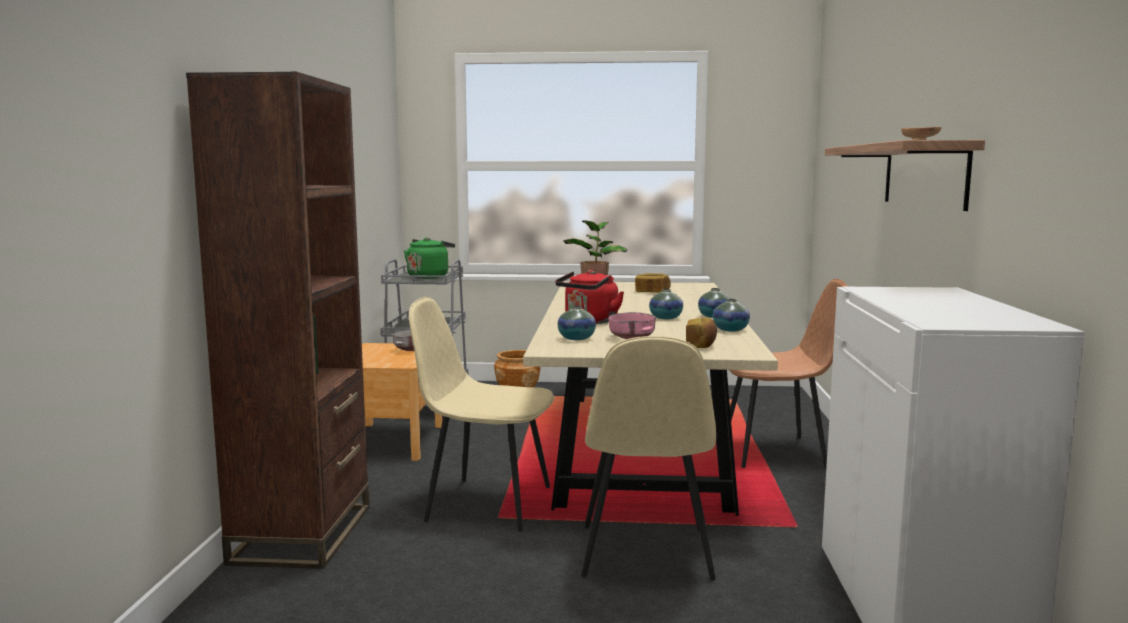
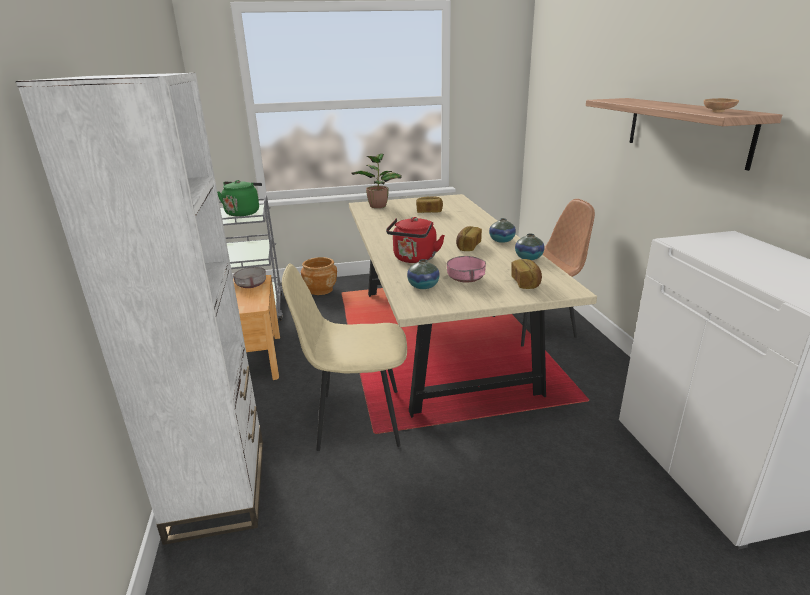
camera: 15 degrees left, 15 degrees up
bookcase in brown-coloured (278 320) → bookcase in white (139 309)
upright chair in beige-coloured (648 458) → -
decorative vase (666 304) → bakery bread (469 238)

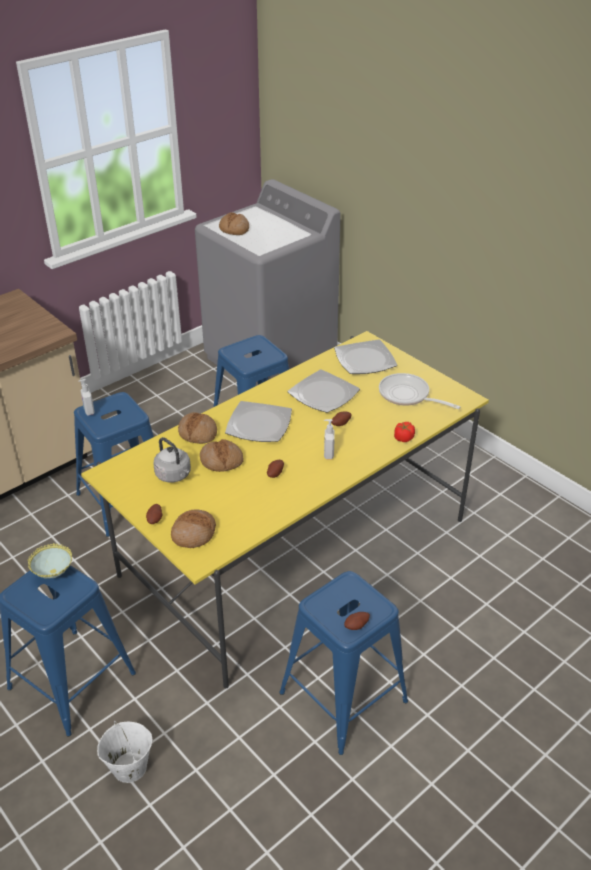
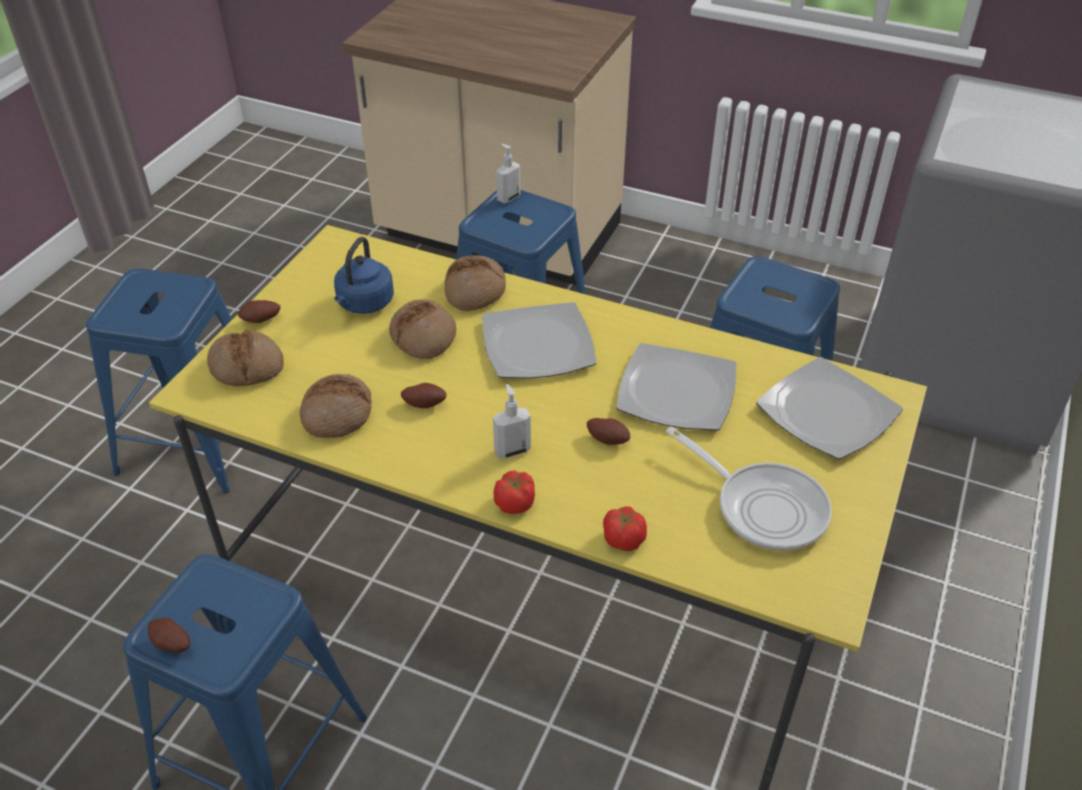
camera: 65 degrees right, 5 degrees up
serving bowl (50 561) → -
pail in white (124 752) → -
water kettle in grey (172 459) → water kettle in bluish (364 275)
bakery bread (234 223) → bakery bread (336 406), relocated
frying pan (419 391) → frying pan (749 488), 120 degrees clockwise
- → fresh tomato (514 492)

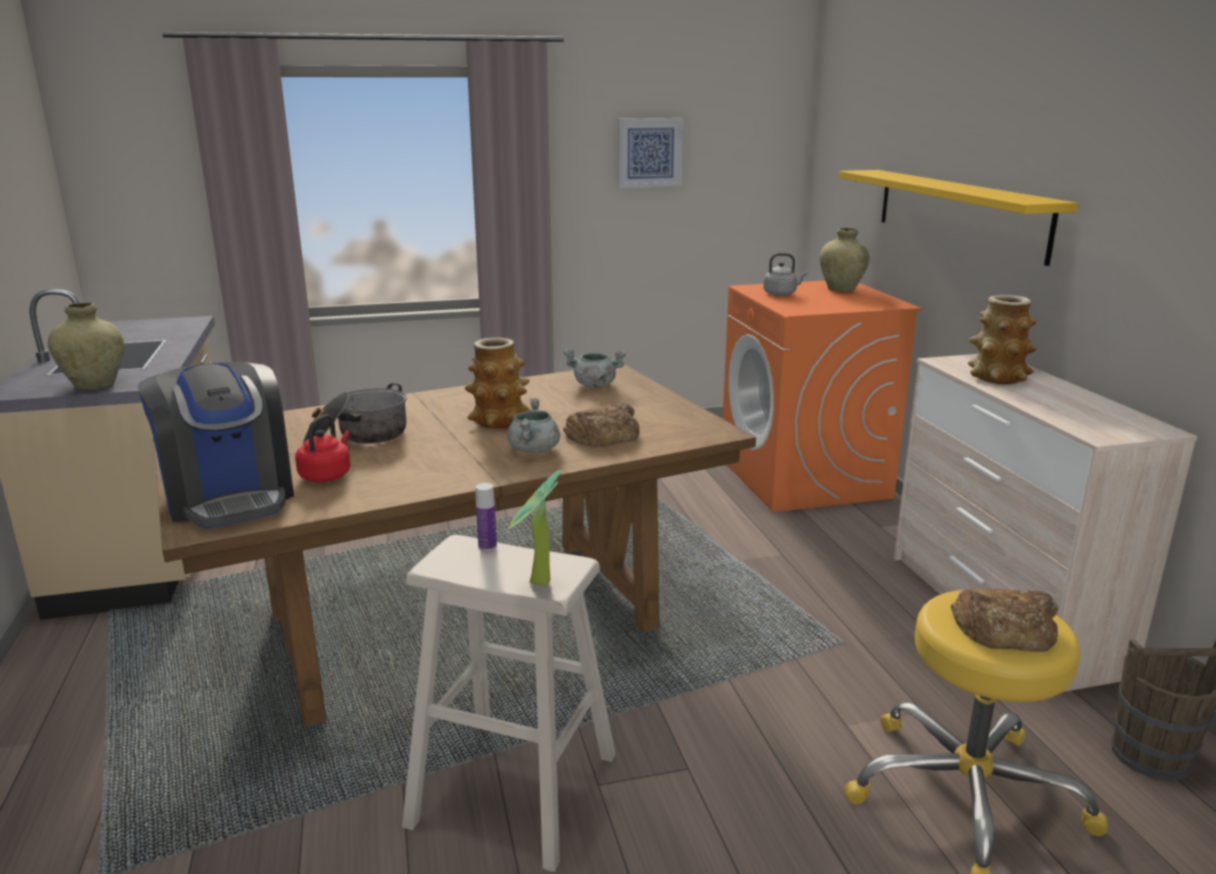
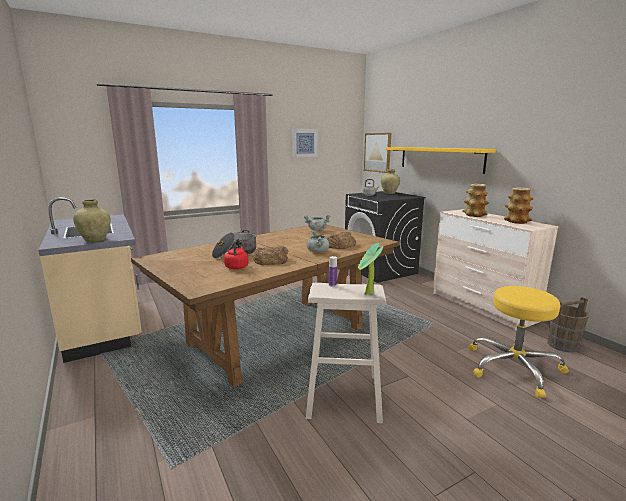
camera: 15 degrees left, 5 degrees down
coffee machine (216 445) → -
decorative vase (498 383) → decorative vase (518 206), relocated
laundry appliance in orange-coloured (822 396) → laundry appliance in blackish (385 237)
bakery bread (1004 620) → bakery bread (270 255), relocated
- → picture (377 153)

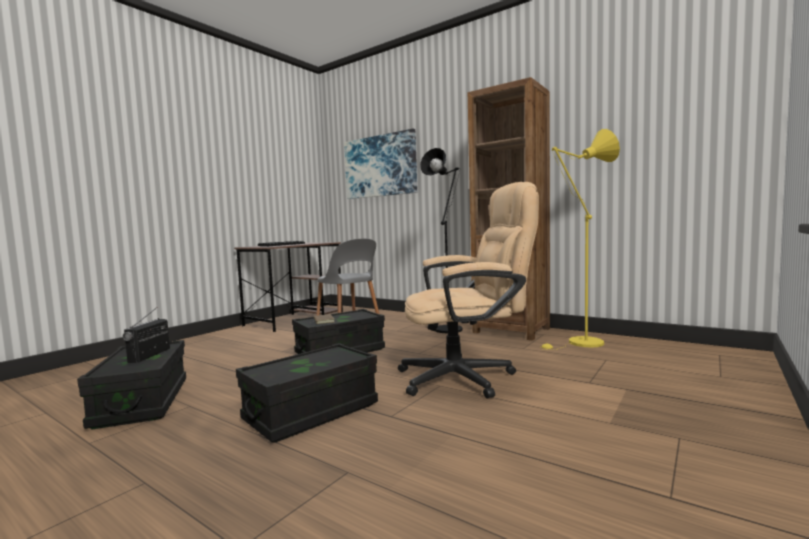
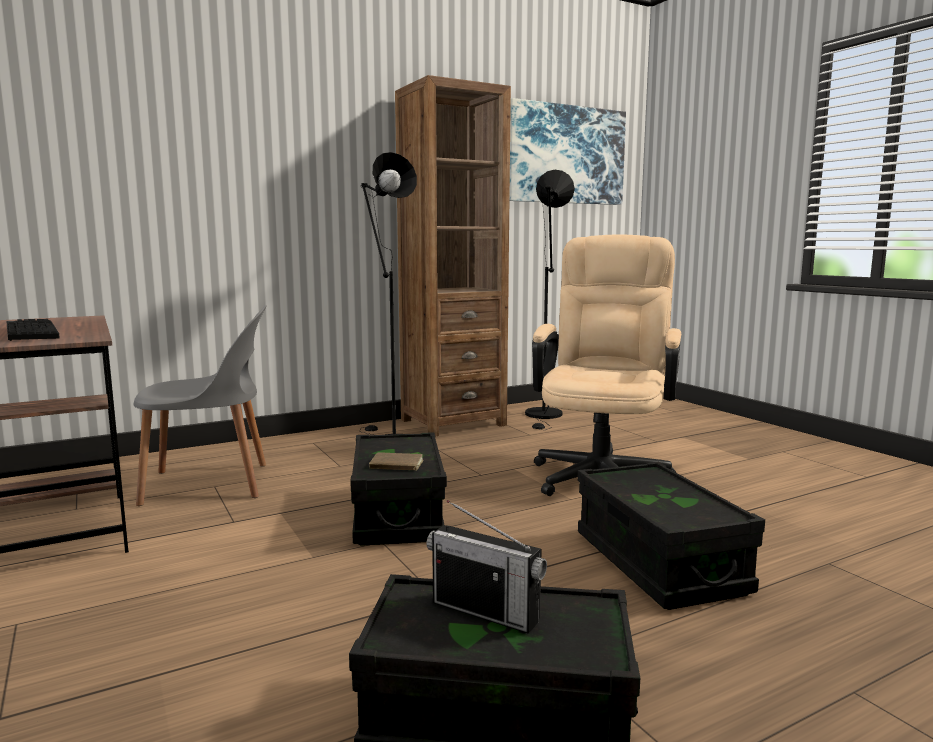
camera: 65 degrees left, 5 degrees up
picture (380 164) → picture (567 151), relocated
standing lamp in yellowish (580 239) → standing lamp in blackish (550 300)

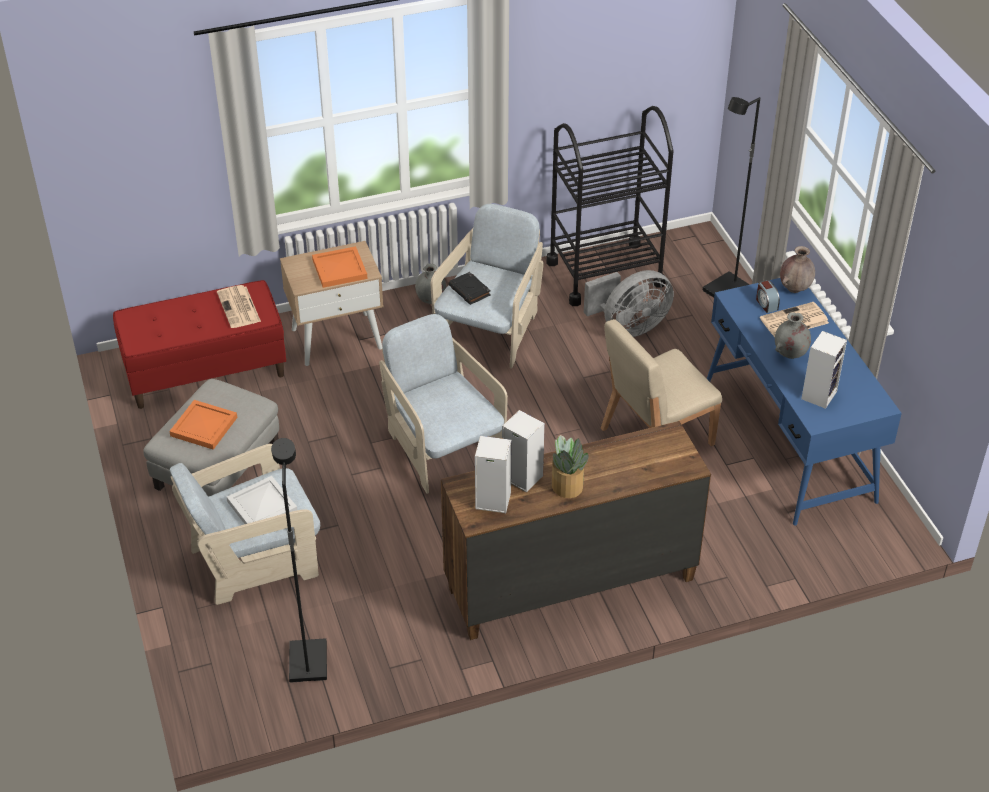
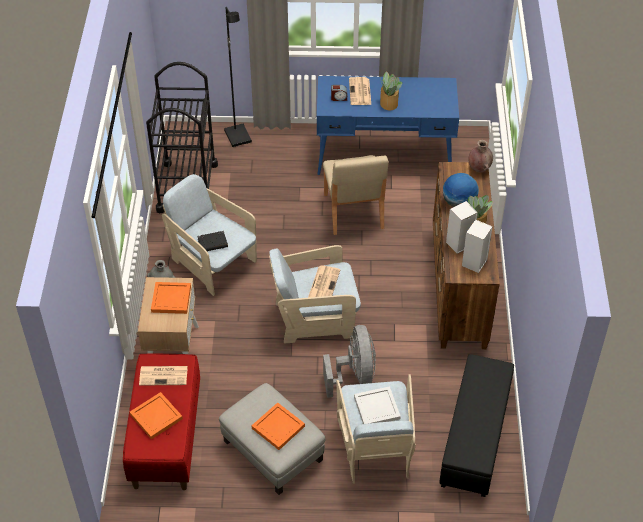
camera: 70 degrees left, 5 degrees up
standing lamp in blackish (299 560) → ottoman in blackish (476 425)
fan in grey (629 303) → fan in grey (349 361), relocated
decorative vase in grey (793 335) → potted plant (391 90)
decorative vase in brown-coloured (797 269) → decorative vase in brown-coloured (480 156), relocated
speaker (824 370) → -
- → tray in orange-coloured (156 416)
- → printed paper (324 281)
- → desk globe (461 190)

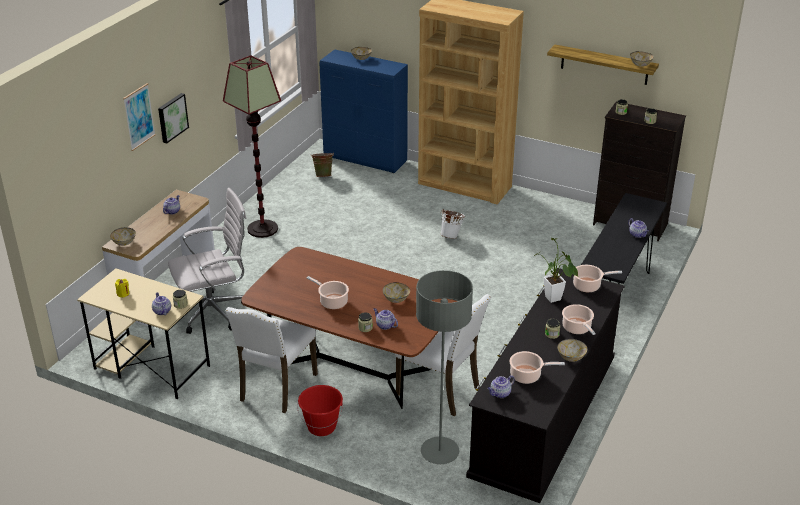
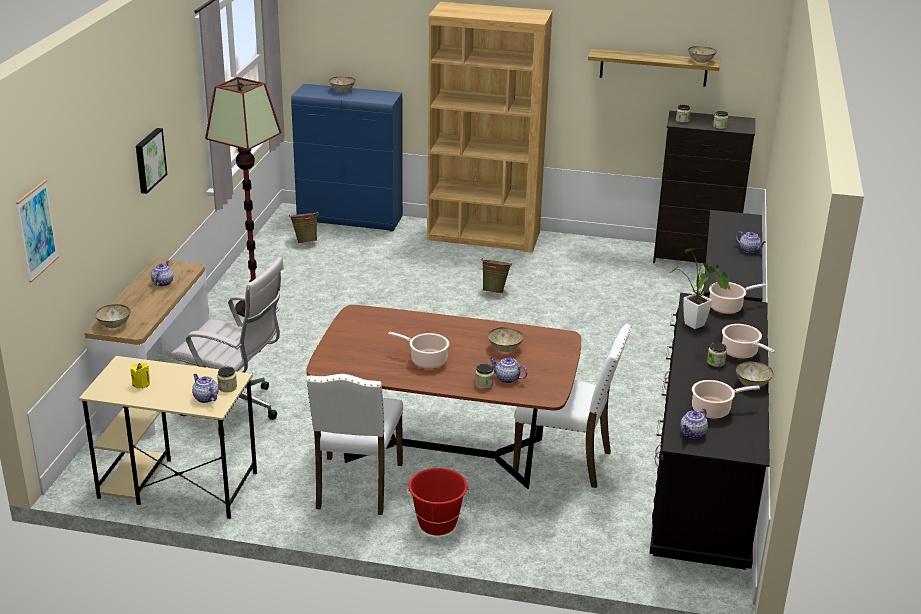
camera: 15 degrees left, 5 degrees down
picture (139 117) → picture (37 231), relocated
desk chair in white (207 261) → desk chair in white (227 346), 60 degrees clockwise
standing lamp in grey (444 367) → -
pail in white (452 224) → pail in green (496 275)

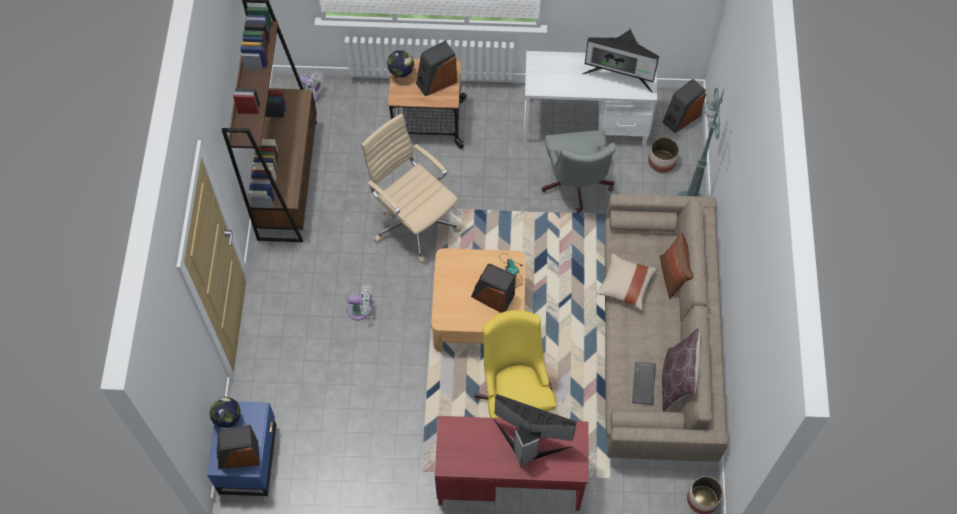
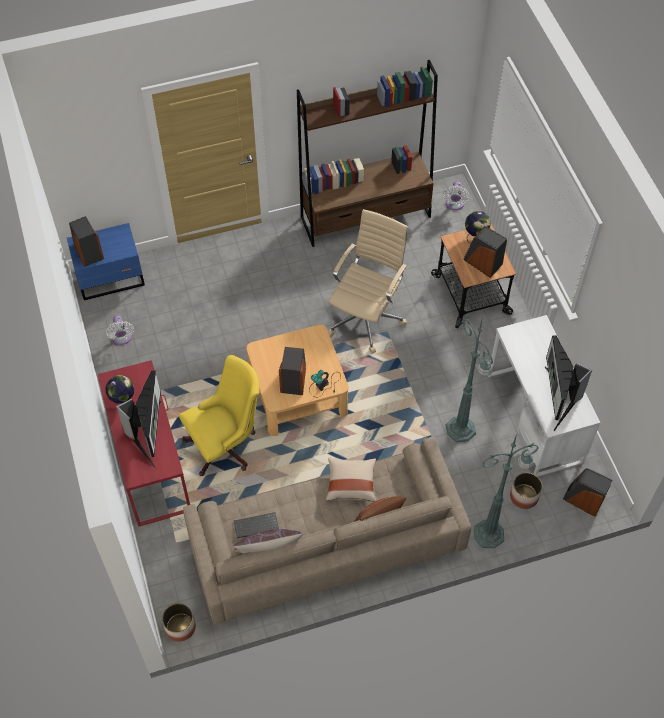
camera: 70 degrees right, 5 degrees down
desk globe (225 412) → desk globe (120 390), relocated
fan in white (359 303) → fan in white (120 330), relocated
desk chair in grey (579 171) → standing lamp in green (469 380)

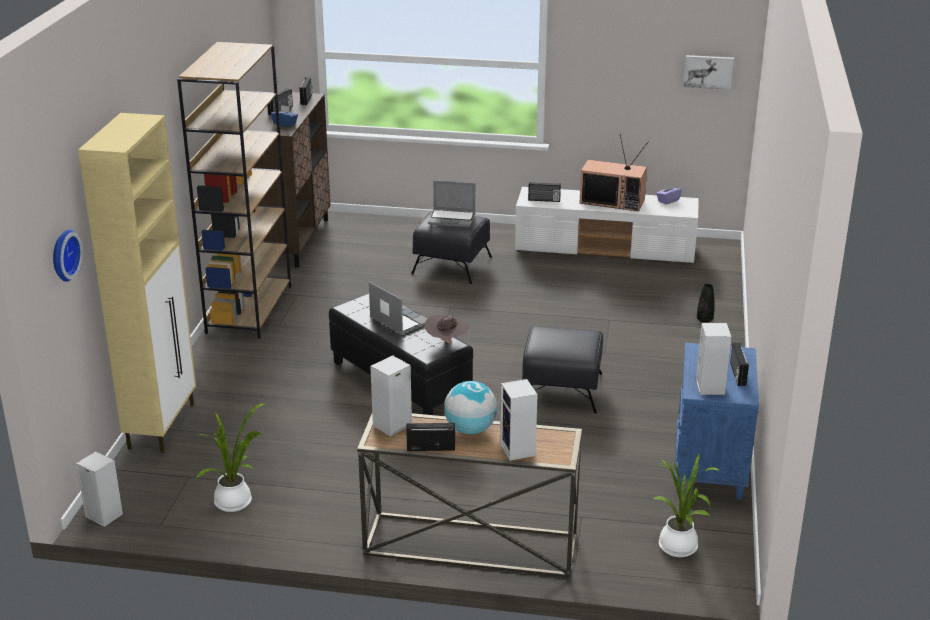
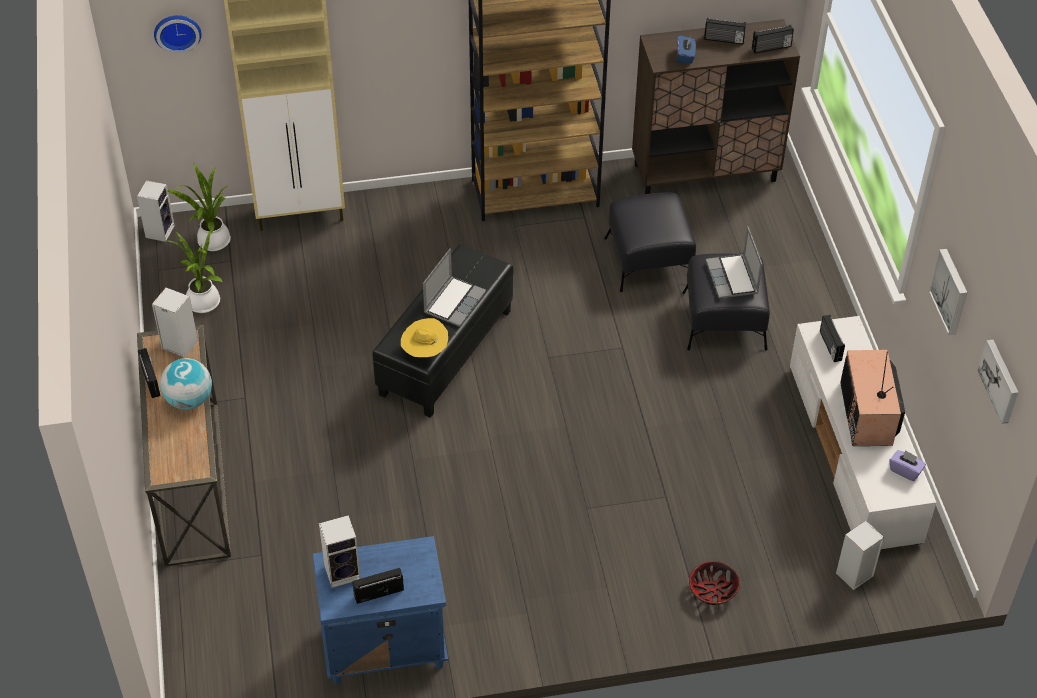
camera: 70 degrees right, 20 degrees up
clothing hat in brown-coloured (447 329) → clothing hat in yellowish (424 337)
speaker (518 420) → speaker (860 555), relocated
ottoman in blackish (562 369) → ottoman in blackish (650 242), relocated
potted plant (686 505) → potted plant (199 206), relocated
decorative vase in blackish (706 303) → serving bowl (714 583)
- → picture (948 292)

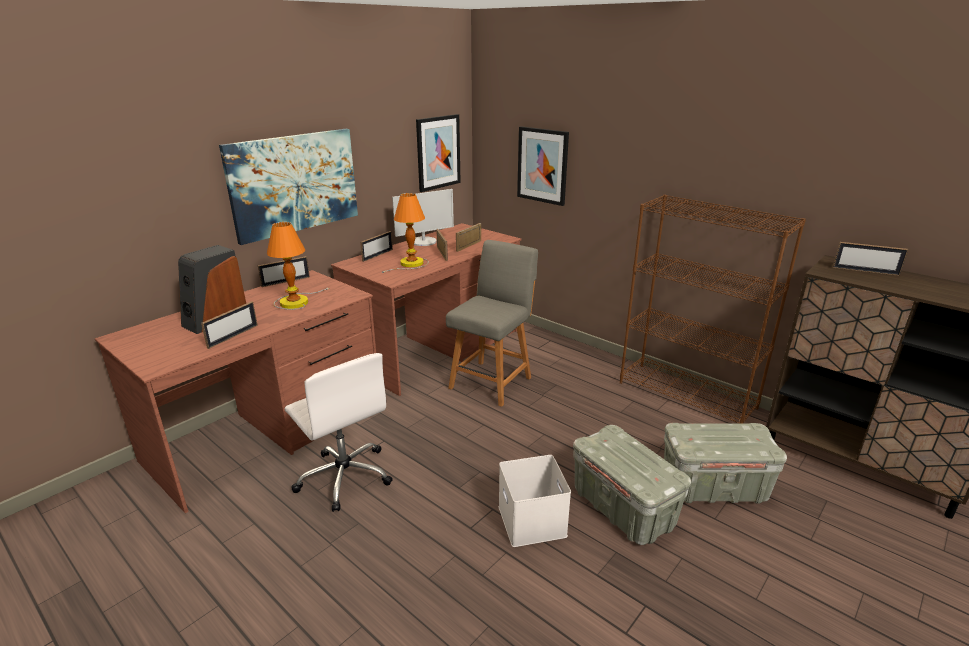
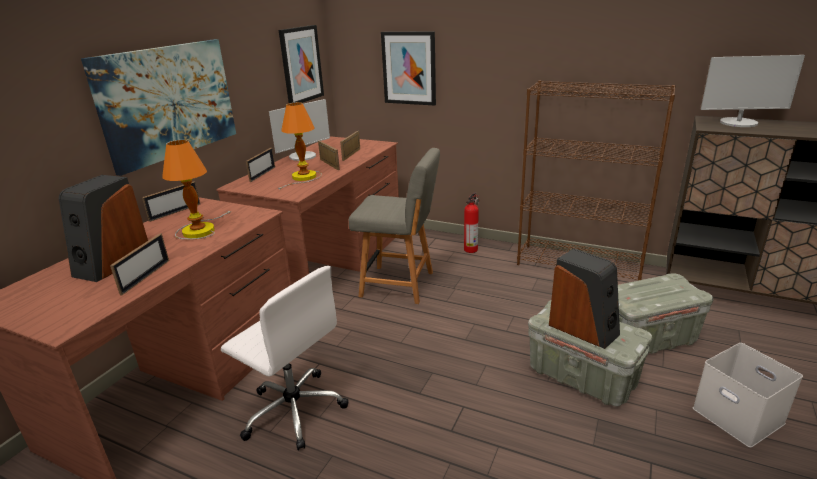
camera: 15 degrees left, 0 degrees up
upright chair in grey (492 323) → upright chair in grey (394 226), 90 degrees clockwise
storage bin in white (534 501) → storage bin in white (748 395), relocated
photo frame (870 259) → computer display (753 91)
- → fire extinguisher (471 222)
- → speaker (584 298)

